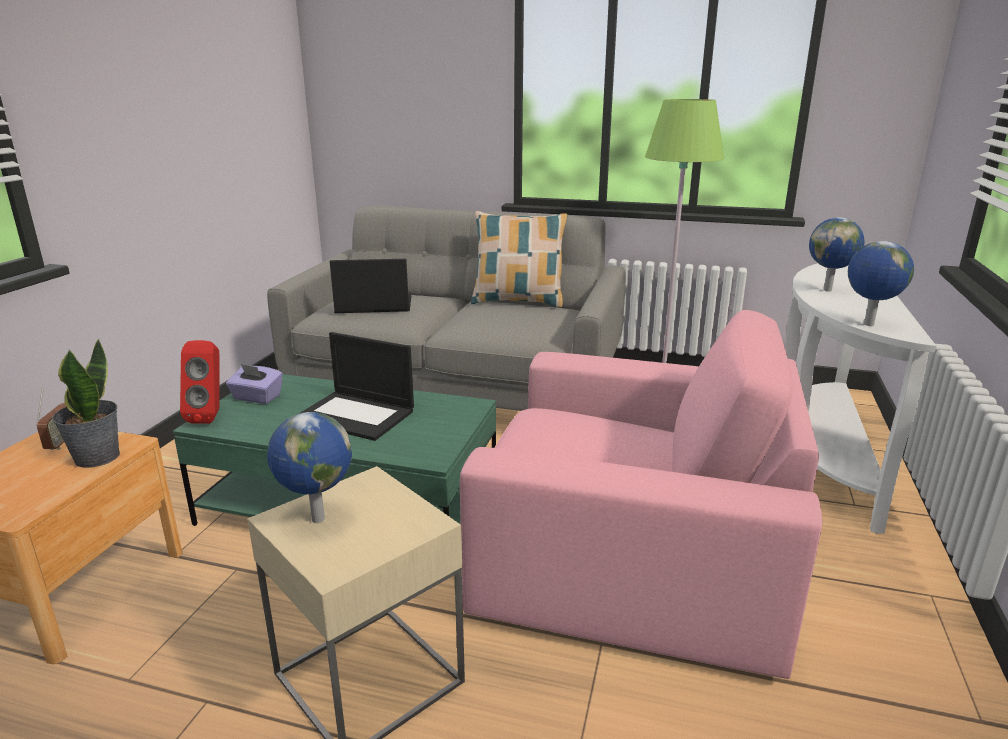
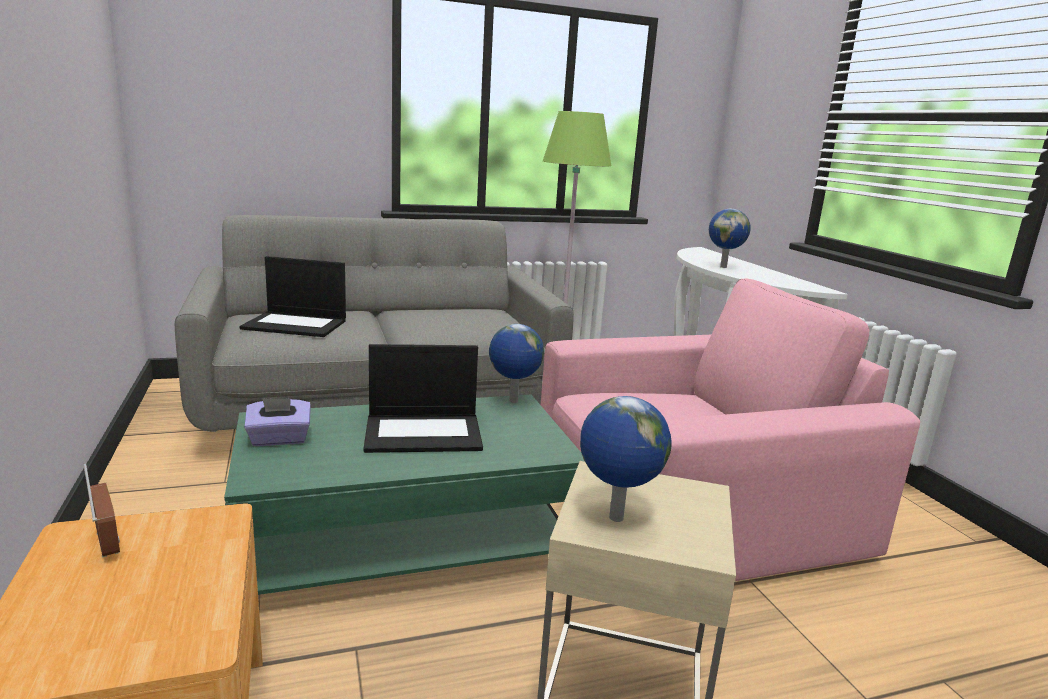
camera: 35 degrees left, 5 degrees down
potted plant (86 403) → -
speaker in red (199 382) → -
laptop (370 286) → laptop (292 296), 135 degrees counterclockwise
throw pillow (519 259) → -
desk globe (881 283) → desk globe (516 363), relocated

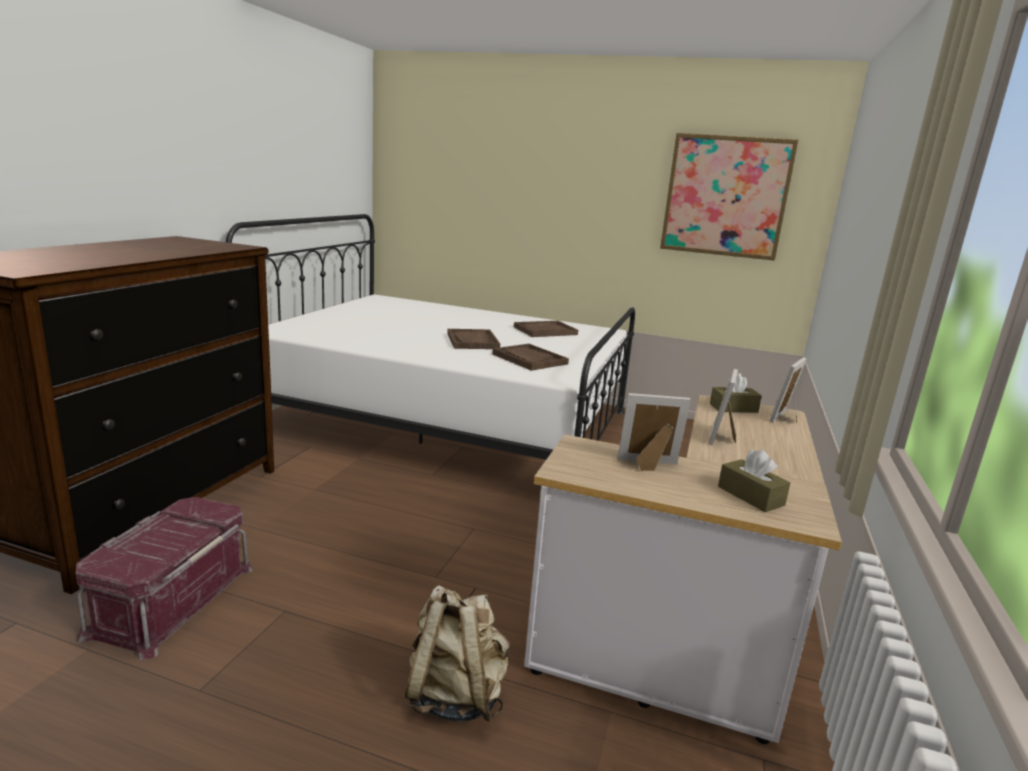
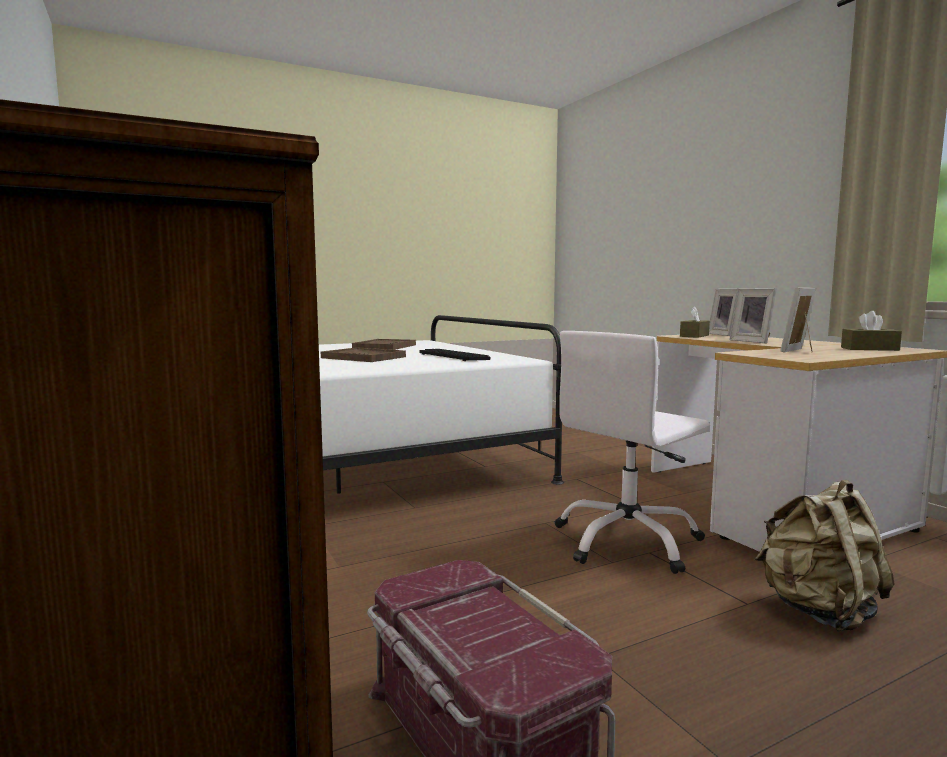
camera: 45 degrees left, 10 degrees down
tray in brown-coloured (530 357) → keyboard (455 355)
picture (729 197) → -
- → desk chair in white (632 452)

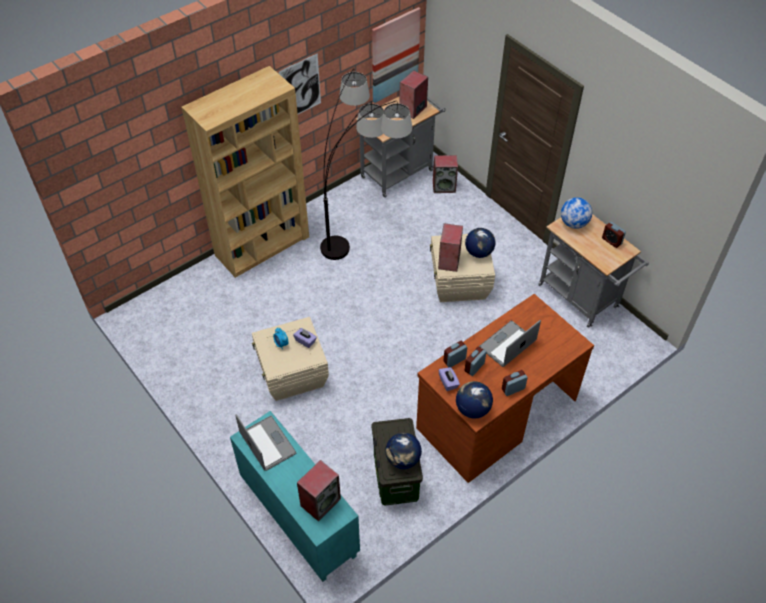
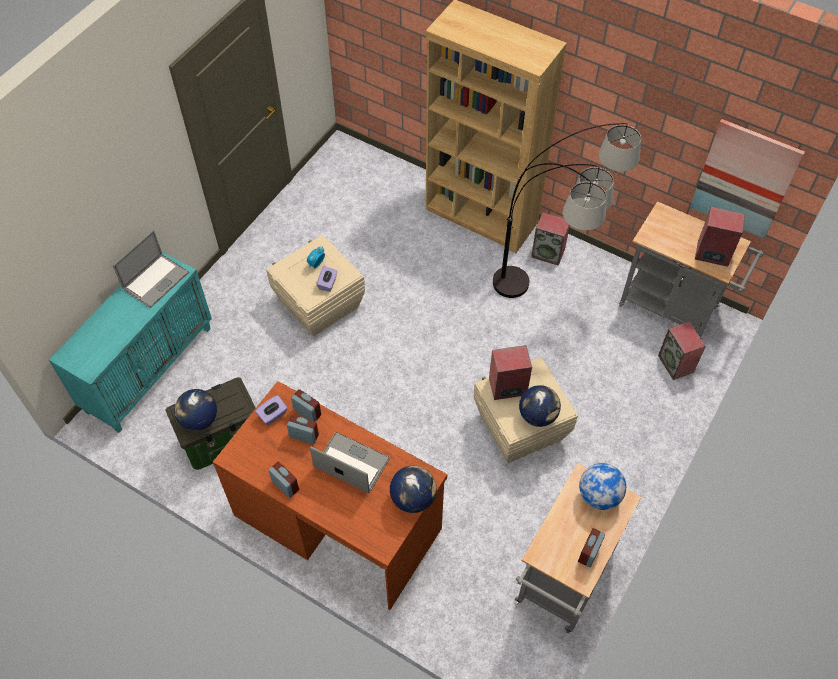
camera: 70 degrees right, 5 degrees up
picture (300 83) → -
speaker (319 491) → speaker (550 239), relocated
desk globe (474 400) → desk globe (413 489), relocated

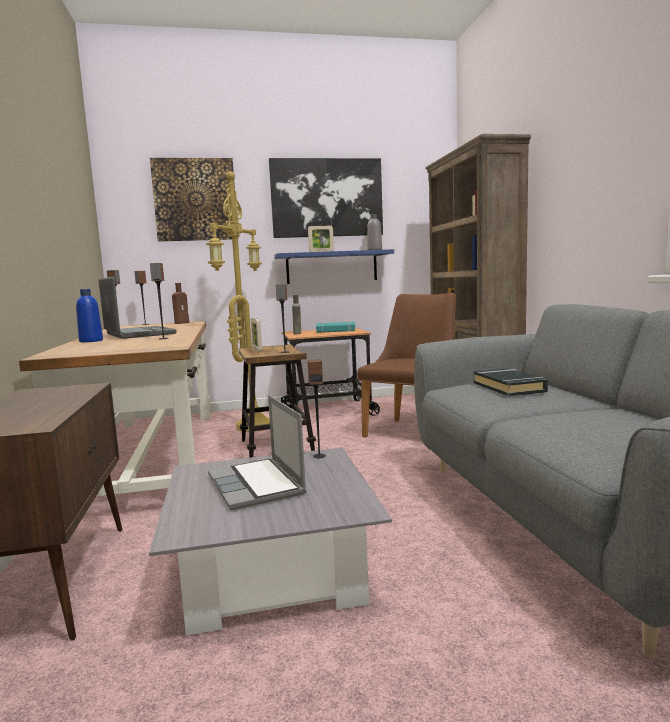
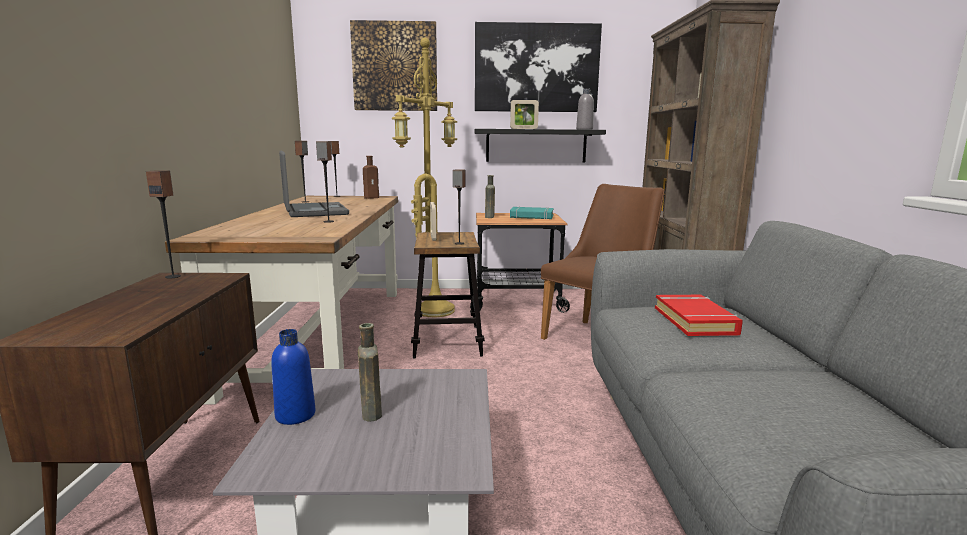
camera: 10 degrees right, 5 degrees up
bottle in bluish (89 315) → bottle in bluish (293 377), relocated
laptop (257 452) → bottle in brown-coloured (370 372)
bracket shelf in bluish (334 266) → bracket shelf in blackish (540 146)
speaker (317 408) → speaker (163 224), relocated
volume in blackish (511 382) → volume in red (699 315)

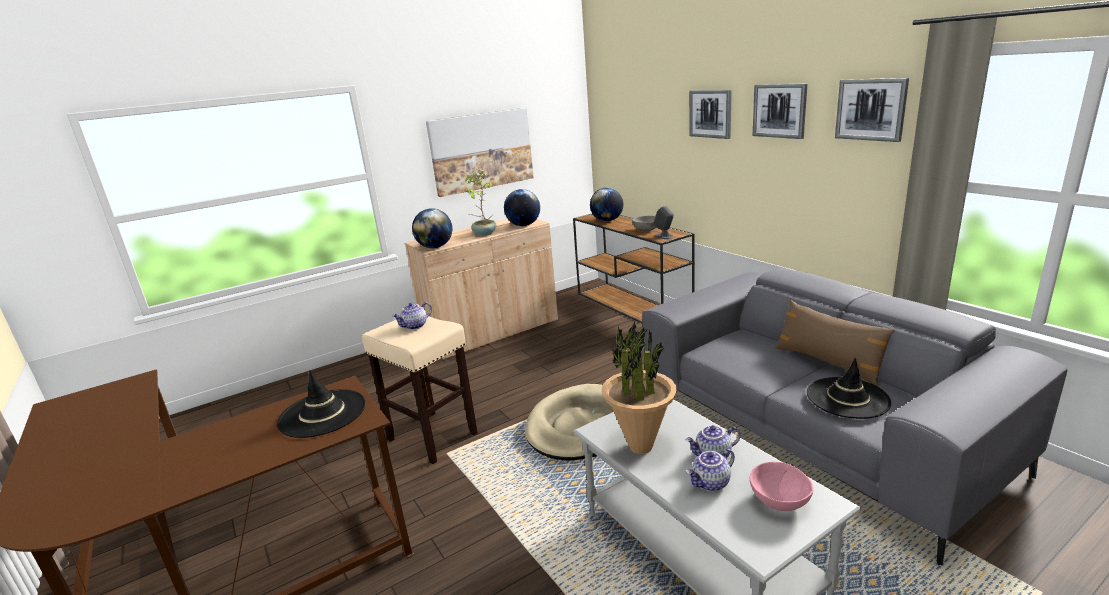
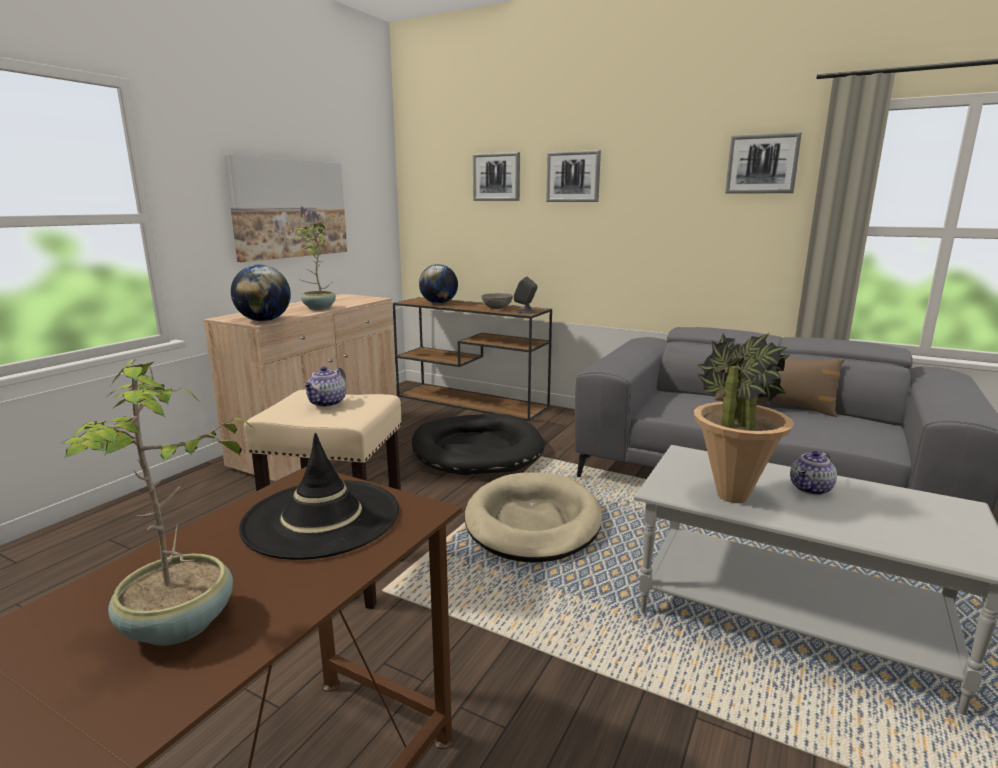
camera: 30 degrees left, 5 degrees down
desk globe (522 207) → -
teapot (710 470) → -
serving bowl in pink (781 486) → -
picture (780 111) → picture (496 176), relocated
clothing hat in blackish (849 388) → -
- → potted plant (158 502)
- → dog cushion in blackish (478 444)

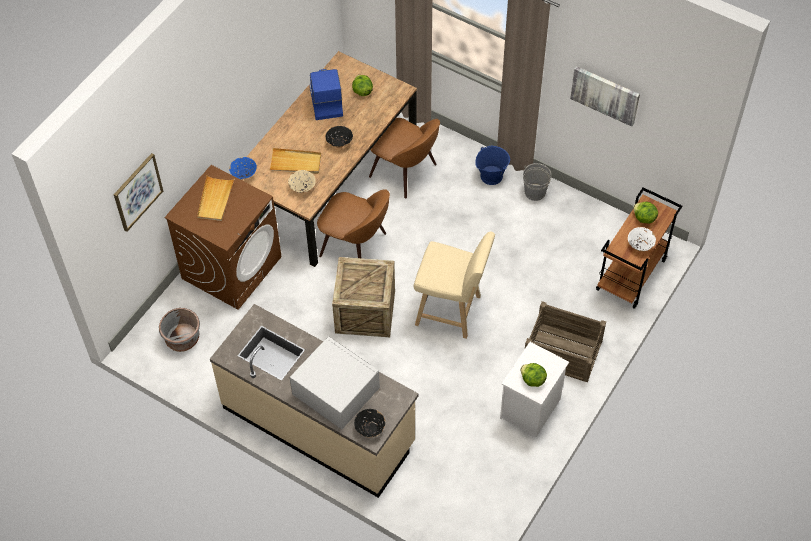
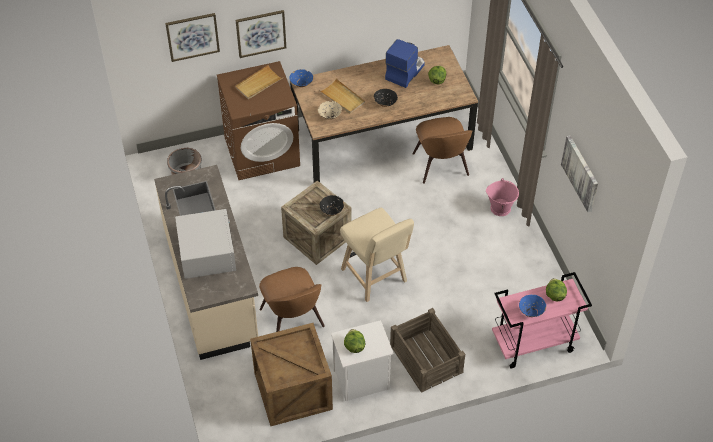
camera: 40 degrees right, 5 degrees down
upright chair in brown-coloured (353 223) → upright chair in brown-coloured (292 299), relocated
serving bowl in blackish (369 423) → serving bowl in blackish (332 205), relocated
pail in bluish (492 165) → pail in pink (502 197)
pail in grey (537 182) → -
trolley in brown-coloured (639 248) → trolley in pink (542 320)
serving bowl in white (642 239) → serving bowl in bluish (532 305)
- → picture (261 34)
- → packing crate (291 374)

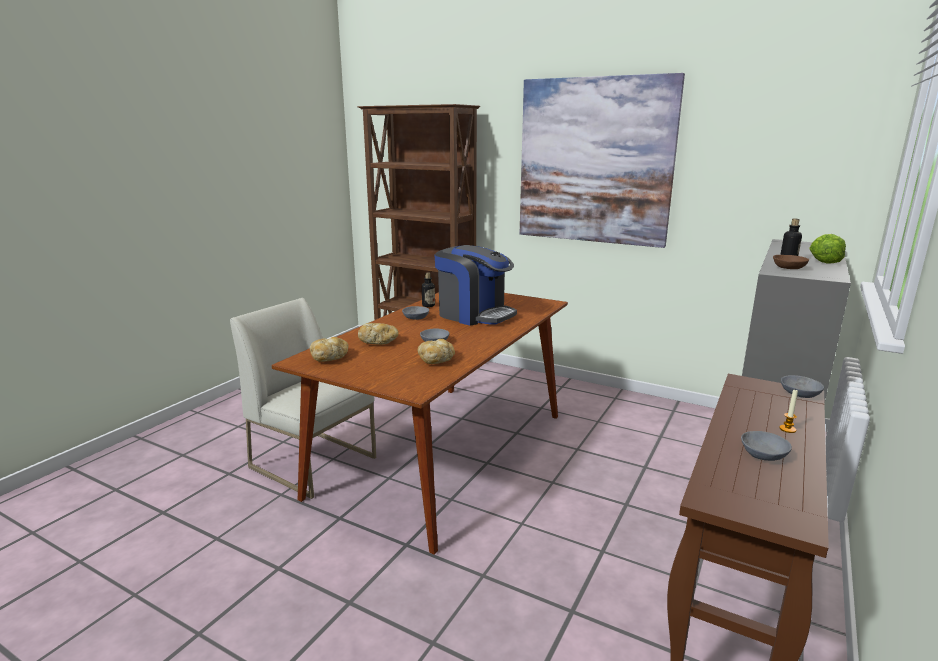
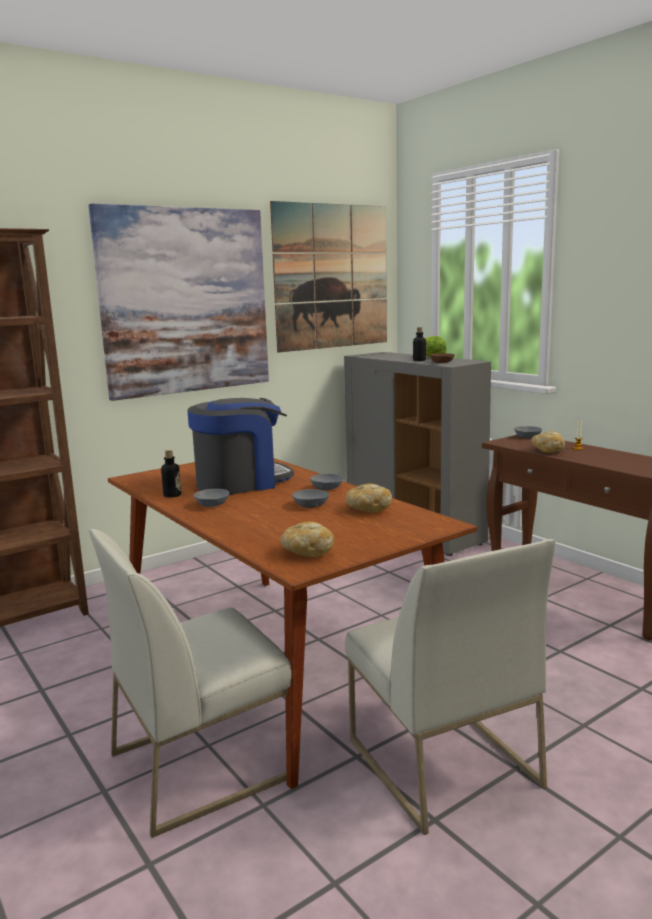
camera: 65 degrees left, 5 degrees down
bakery bread (378 334) → bakery bread (548 442), relocated
serving bowl in grey (766 446) → serving bowl in grey (326 482), relocated
- → picture (328 277)
- → upright chair in white (450 687)

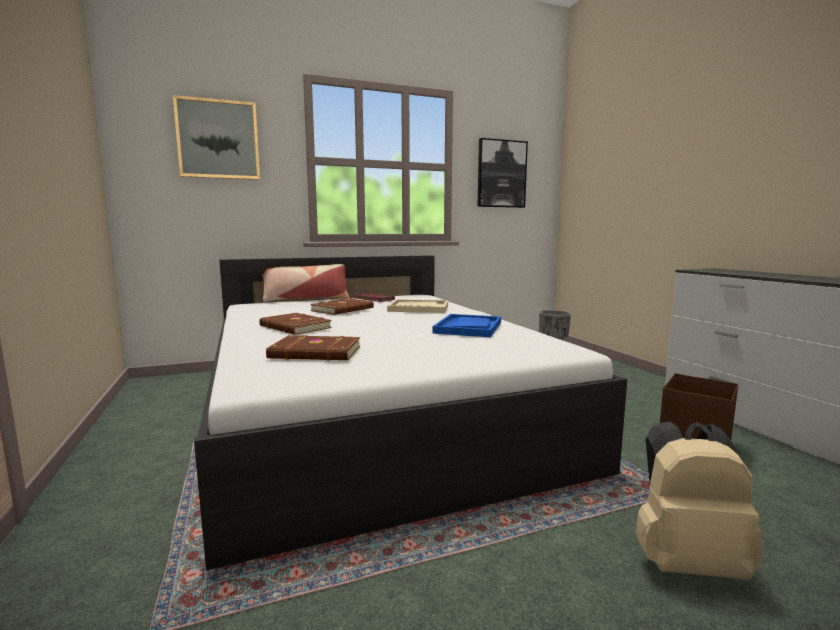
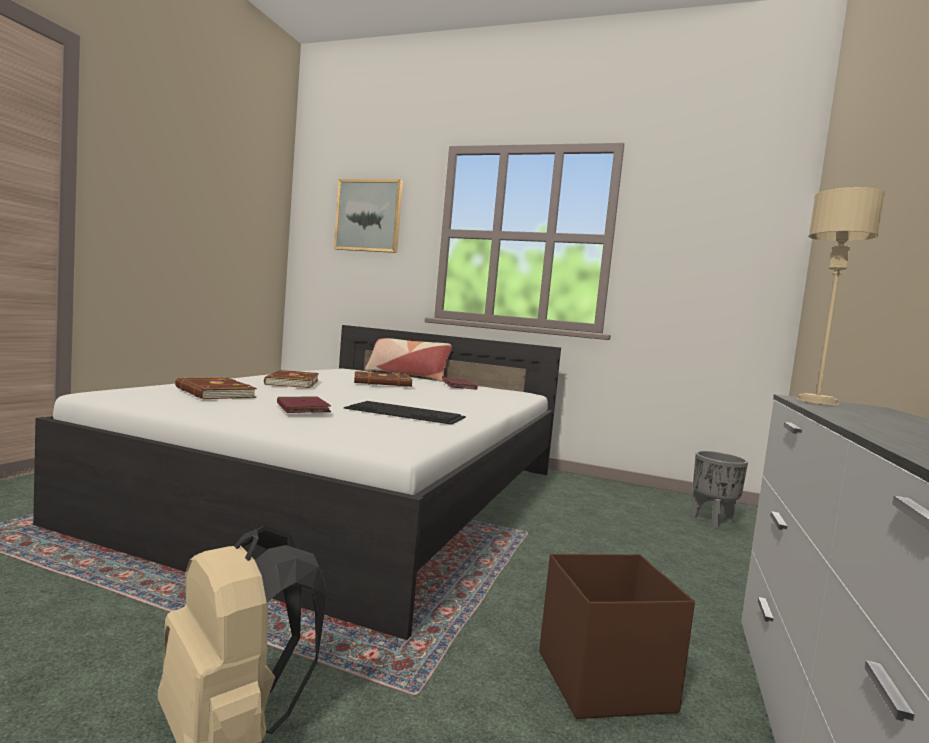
camera: 40 degrees right, 5 degrees down
tray in beige-coloured (417 306) → -
tray in bluish (466 325) → keyboard (405 413)
picture (502 173) → -
- → volume in red (304 404)
- → table lamp in beige-coloured (841 296)

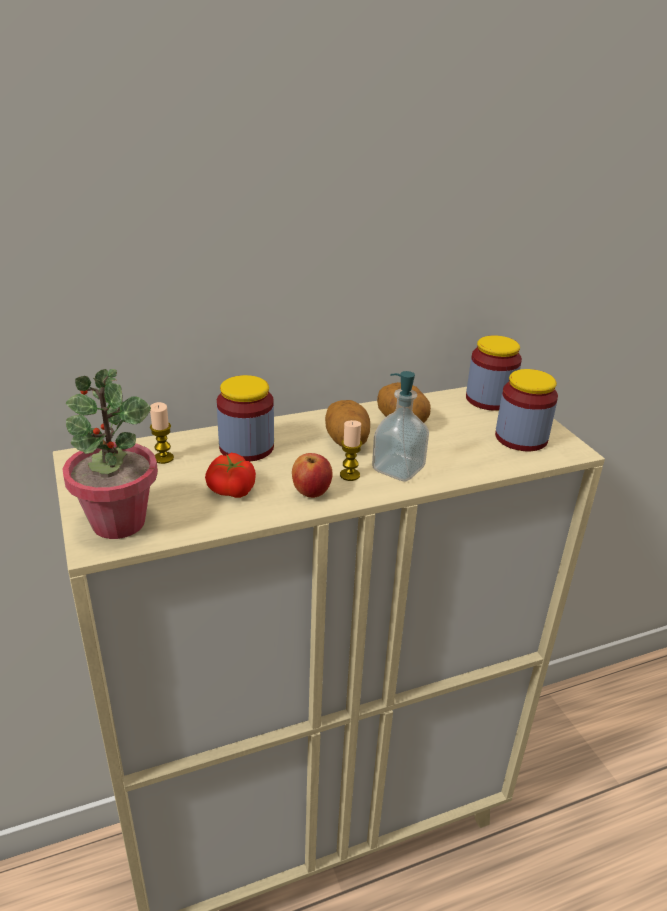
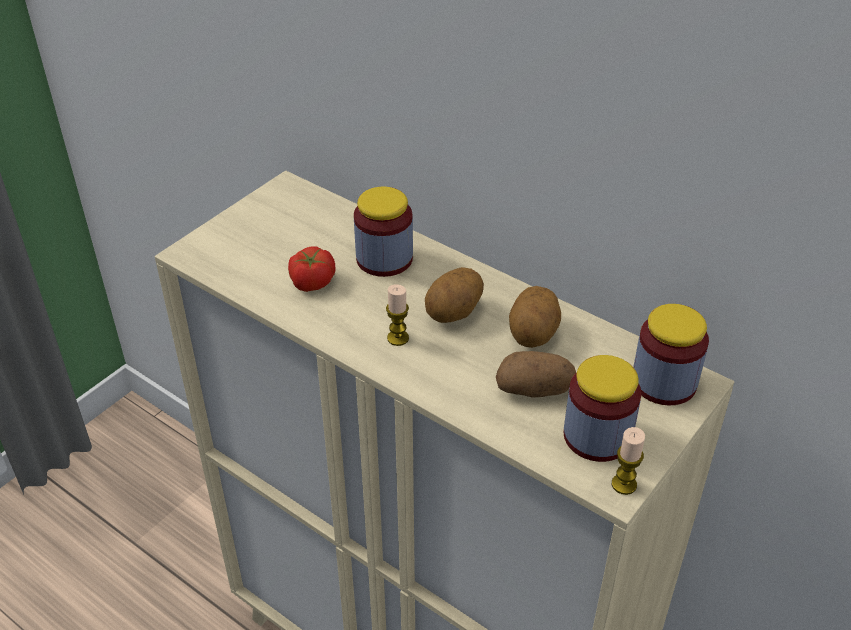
camera: 60 degrees right, 10 degrees up
potted plant (110 454) → -
wax light (162 433) → wax light (628 461), relocated
apple fruit (312 475) → -
soap bottle (400 426) → -
- → potato (536 374)

